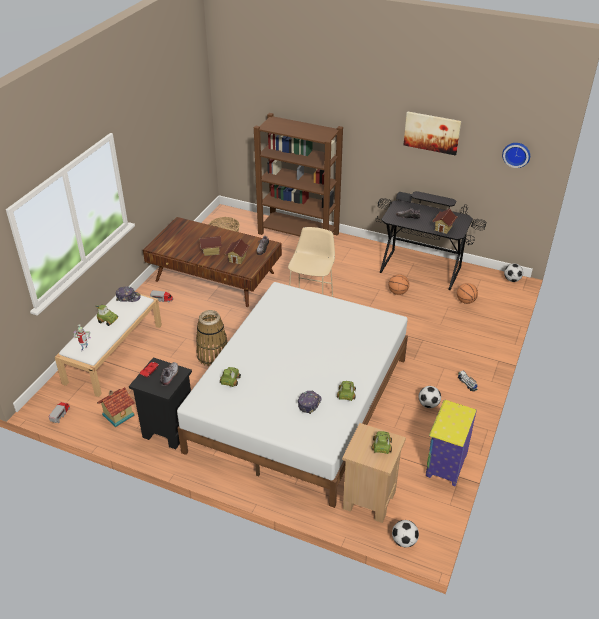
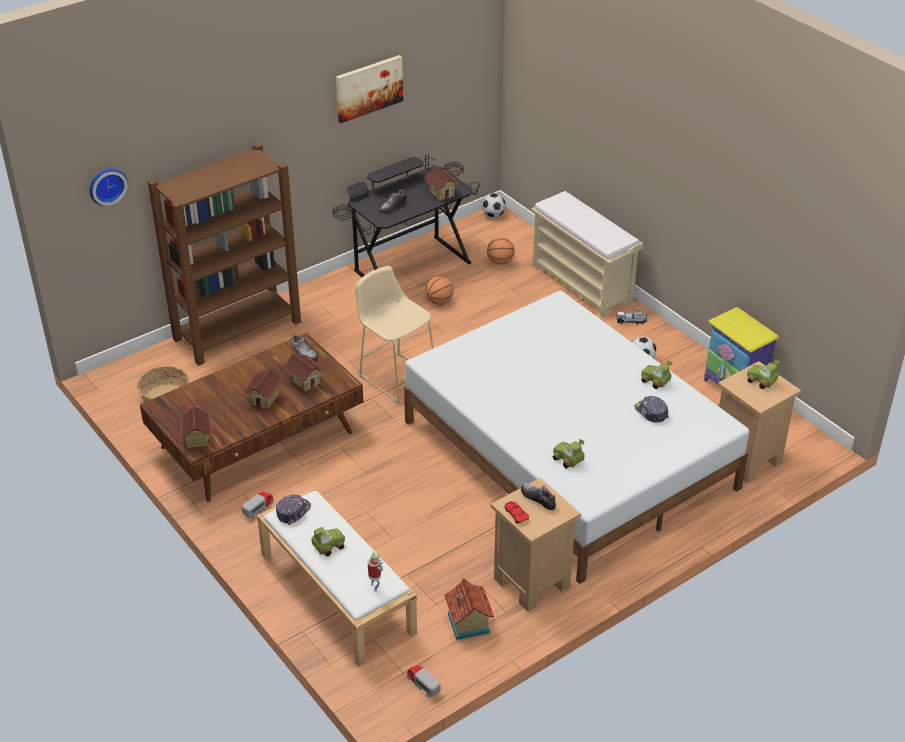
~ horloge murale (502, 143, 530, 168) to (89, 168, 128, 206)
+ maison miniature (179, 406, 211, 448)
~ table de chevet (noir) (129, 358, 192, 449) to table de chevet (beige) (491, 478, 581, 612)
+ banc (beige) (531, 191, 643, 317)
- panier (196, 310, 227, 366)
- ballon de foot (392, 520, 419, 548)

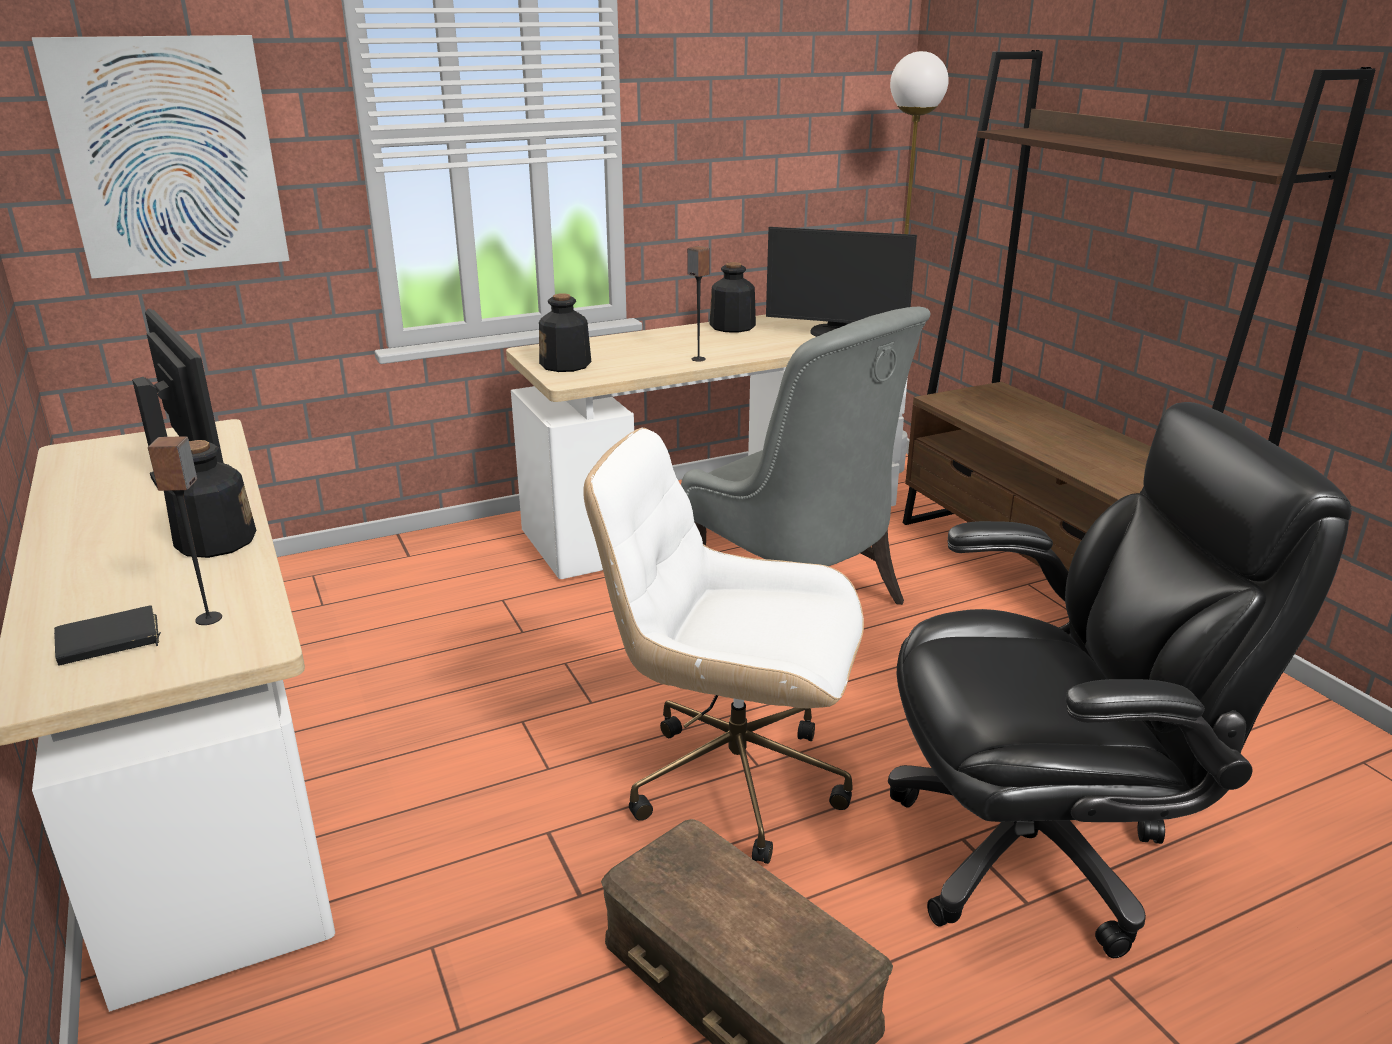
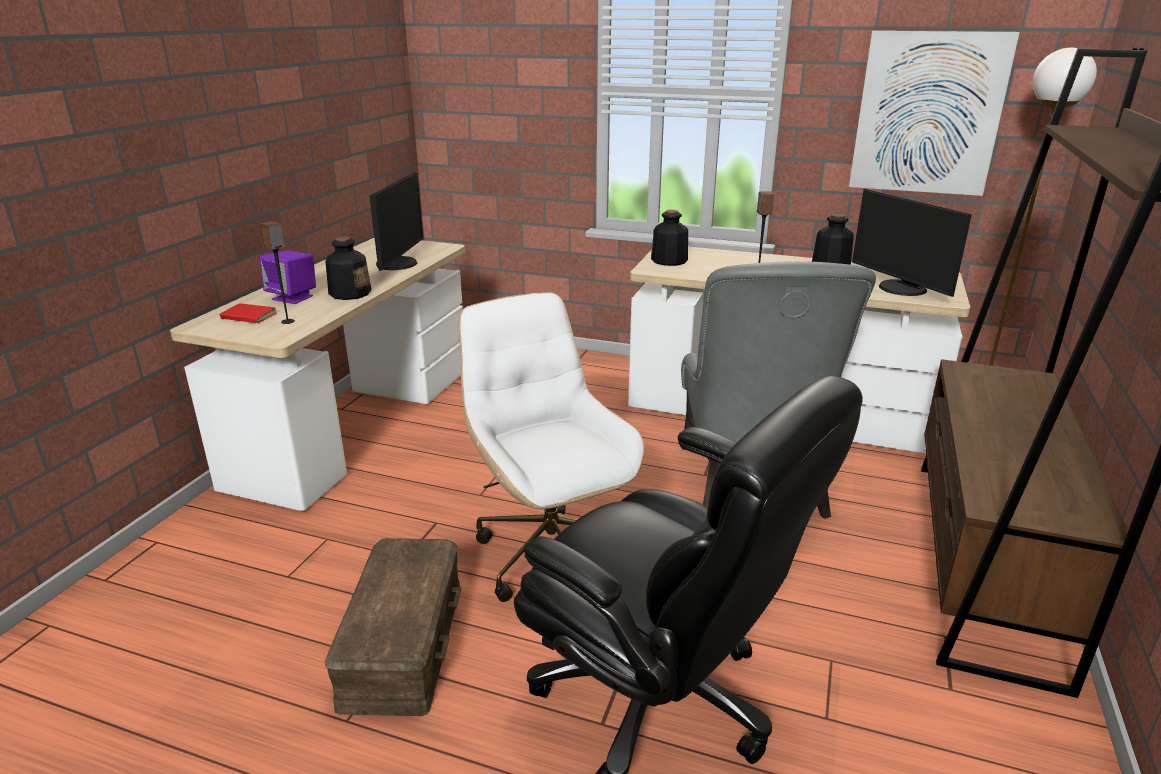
~ livre (noir) (54, 605, 161, 666) to livre (rouge) (219, 304, 277, 323)
+ enceinte (violet) (260, 250, 316, 304)
~ tableau (32, 35, 290, 279) to (849, 31, 1020, 196)

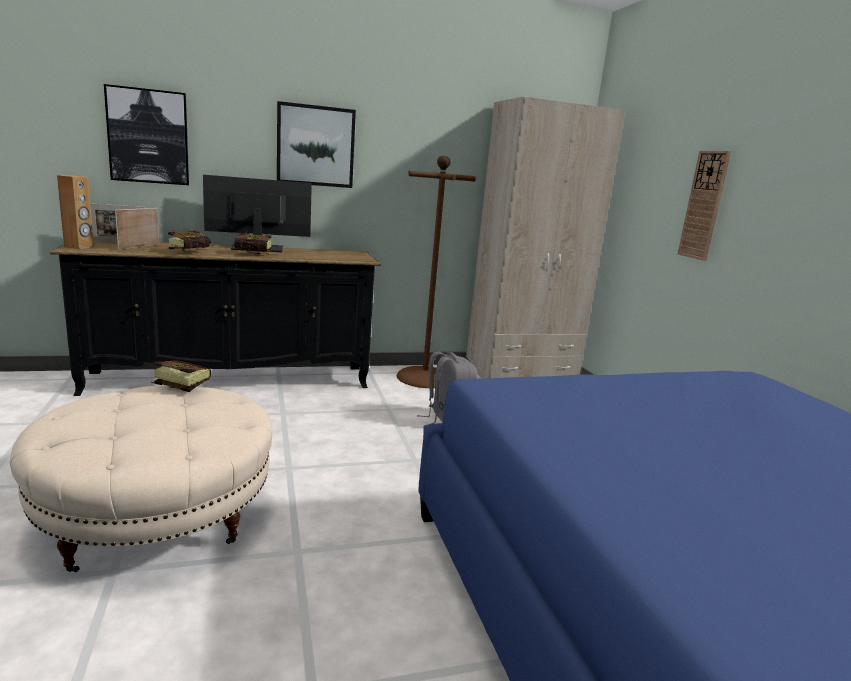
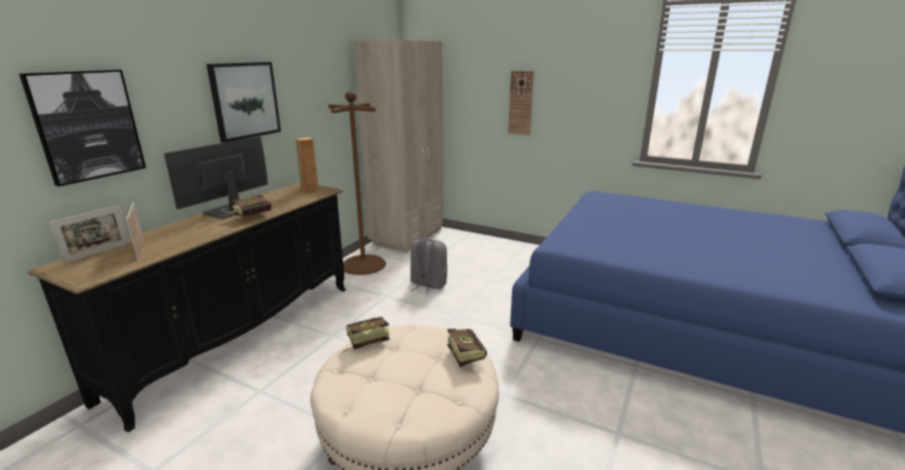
~ enceinte (marron) (57, 175, 94, 249) to (295, 137, 319, 192)
~ livre (168, 229, 211, 251) to (447, 329, 487, 367)

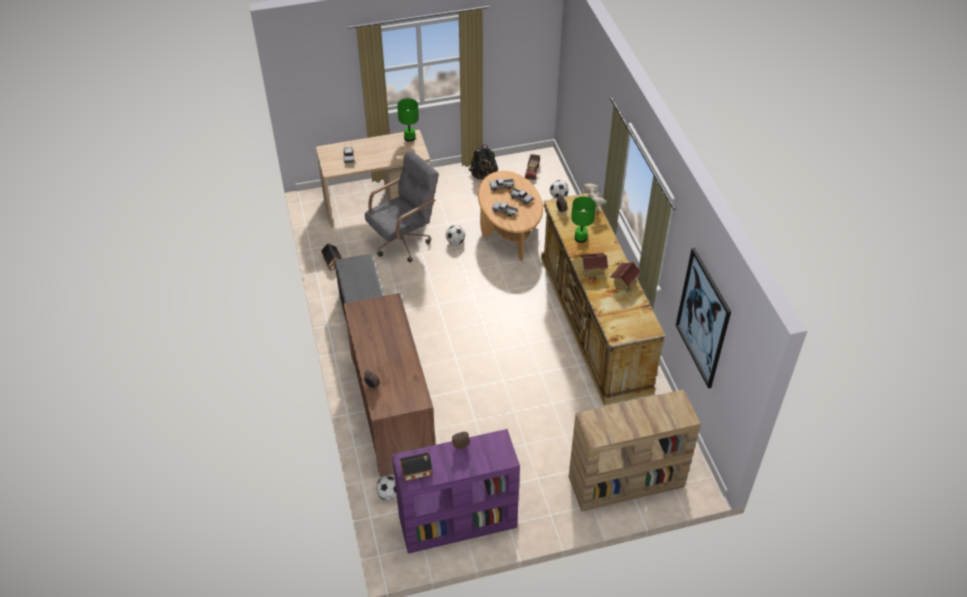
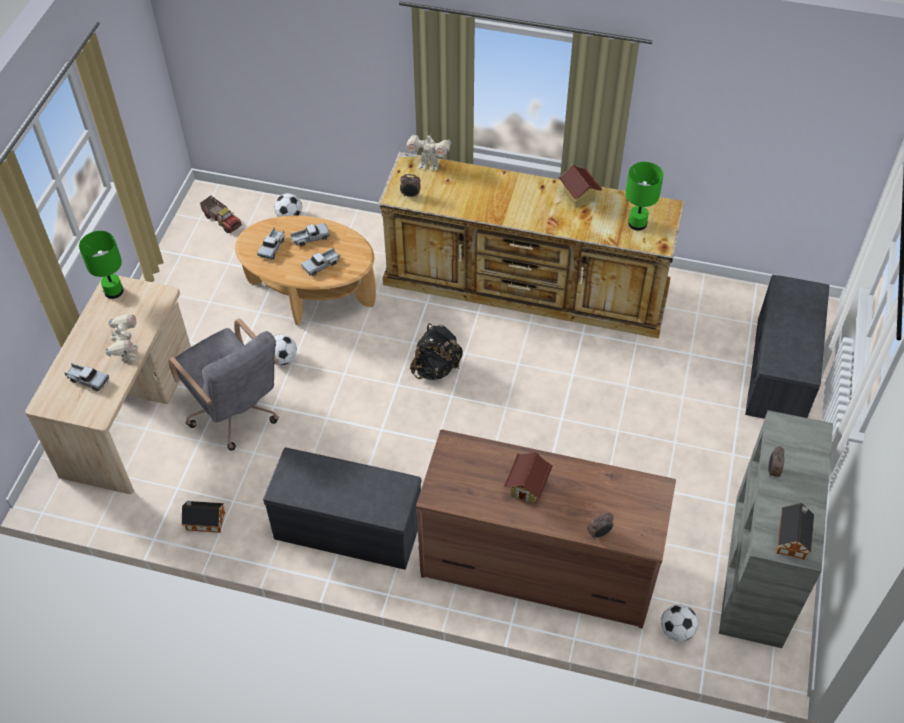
+ robot jouet (104, 314, 137, 361)
~ chaise de bureau (gris) (365, 151, 439, 262) = (169, 319, 279, 451) 150 degrees clockwise
~ sac à dos (noir) (469, 144, 498, 180) to (410, 323, 463, 380)
~ maison miniature (580, 253, 608, 277) to (504, 452, 553, 503)
~ lampe de table (vert) (571, 196, 596, 243) to (625, 162, 663, 230)
~ bibliothèque (violet) (392, 429, 520, 554) to bibliothèque (gris) (719, 410, 833, 648)
~ bibliothèque (marron) (569, 389, 701, 511) to banc (gris) (745, 275, 829, 419)
- tableau (676, 248, 731, 389)

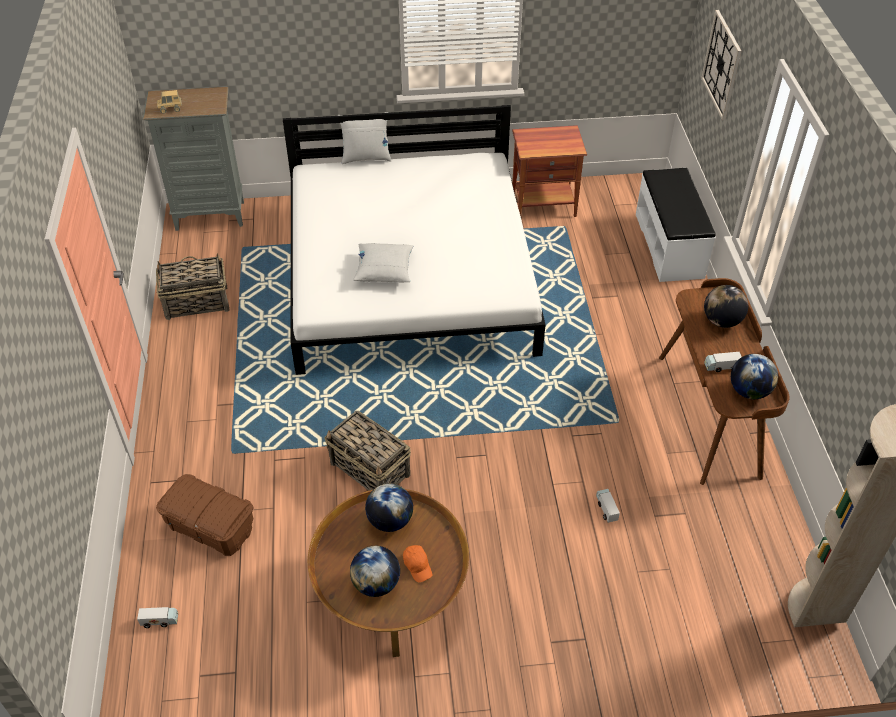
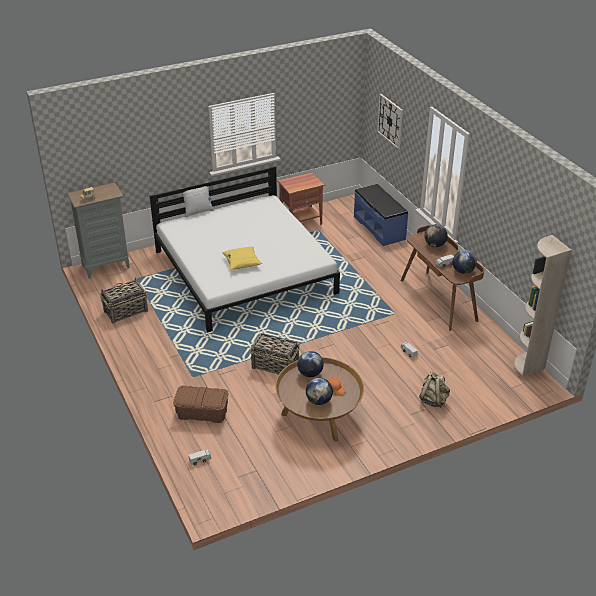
~ coussin (gris) (353, 243, 414, 282) to coussin (jaune) (222, 247, 262, 270)
~ banc (blanc) (636, 168, 716, 282) to banc (bleu) (354, 184, 408, 246)
+ sac à dos (beige) (419, 371, 450, 408)

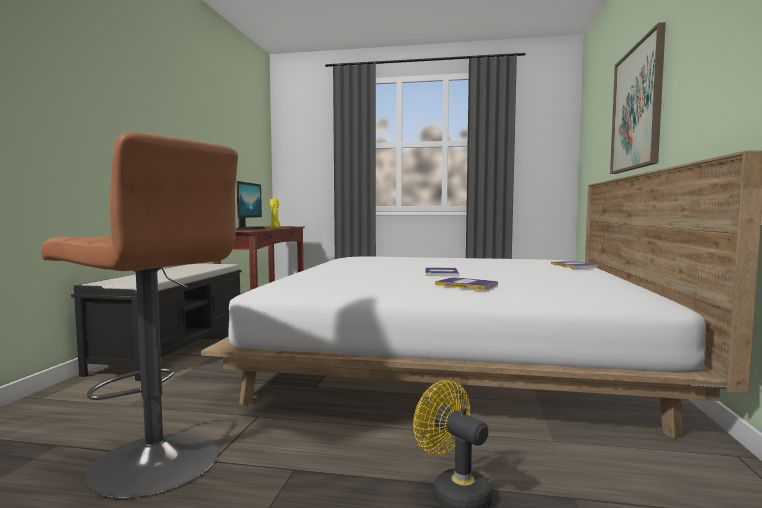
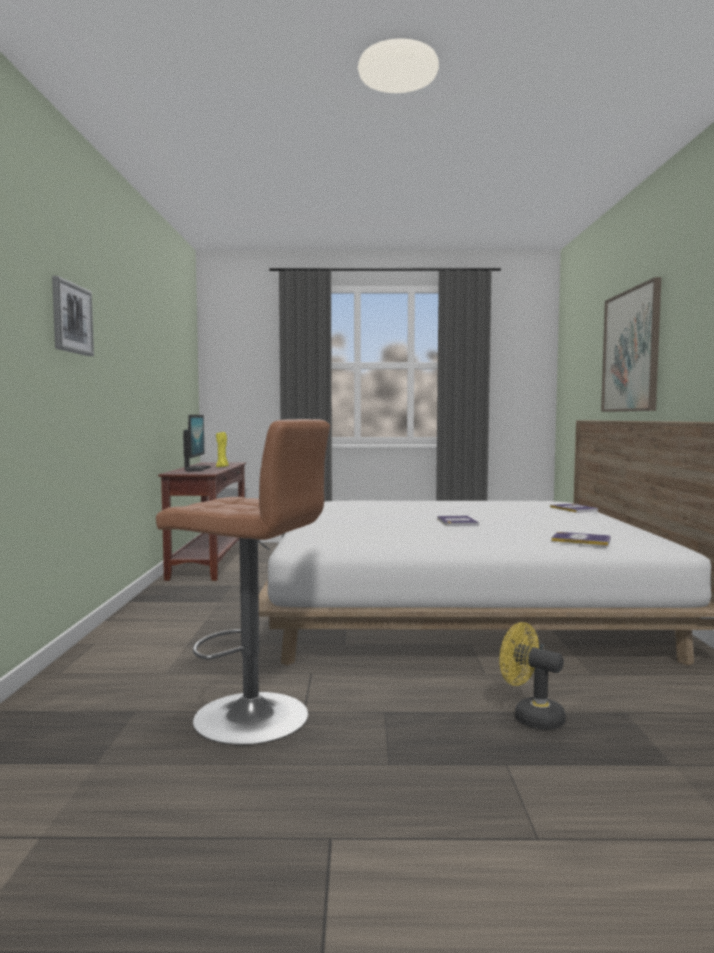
+ tableau (52, 276, 94, 356)
~ livre (435, 277, 498, 290) to (551, 532, 611, 546)
- banc (noir) (71, 263, 242, 381)

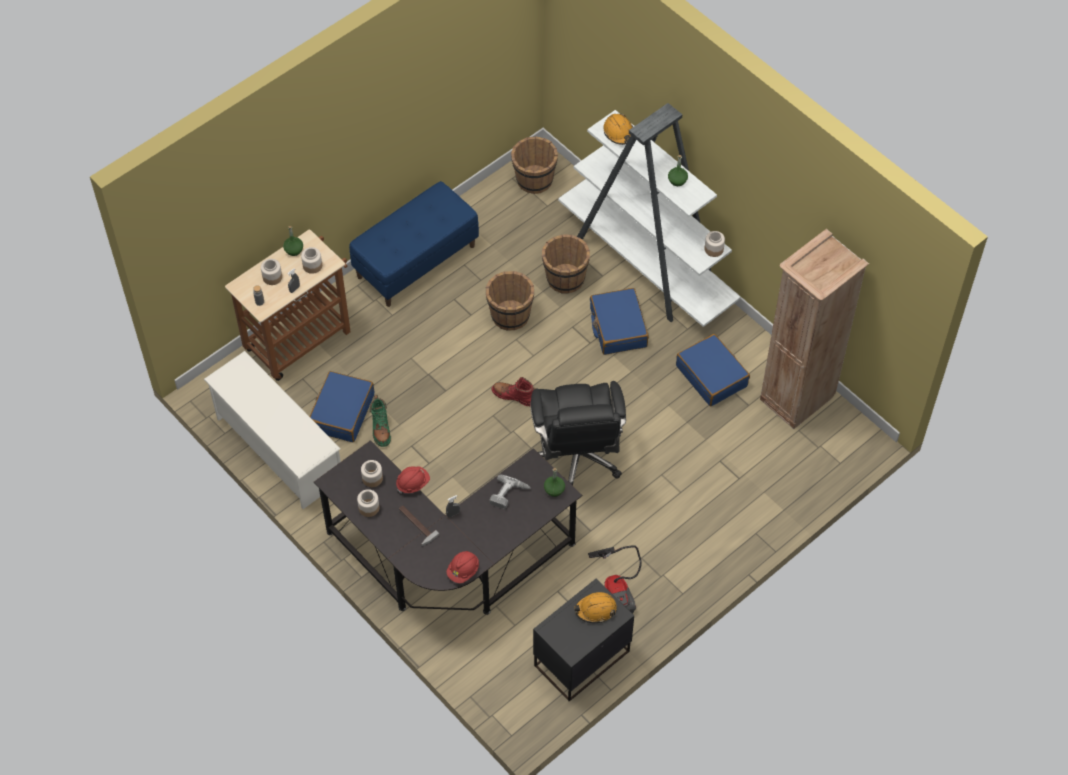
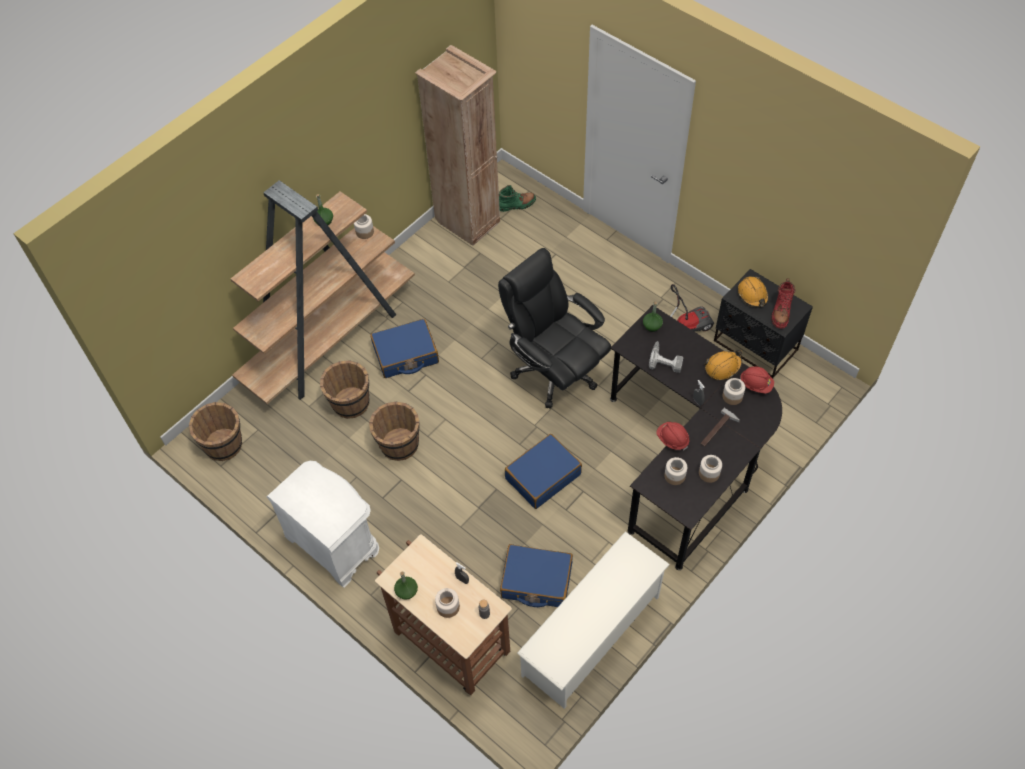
~ bibliothèque (blanc) (558, 103, 740, 327) to bibliothèque (marron) (231, 180, 415, 404)
~ banc (bleu) (349, 181, 479, 307) to table de chevet (blanc) (267, 461, 379, 588)
~ chaise de bureau (noir) (530, 381, 626, 486) = (498, 248, 611, 409) 120 degrees counterclockwise
~ botte (vert) (370, 395, 391, 447) to (499, 185, 536, 212)
~ valise (bleu) (676, 334, 750, 406) to (505, 434, 582, 509)
~ casque de chantier (orange) (603, 113, 633, 145) to (704, 350, 742, 380)
~ bocal (301, 247, 322, 274) to (722, 378, 745, 405)
~ botte (rouge) (492, 377, 536, 406) to (771, 279, 796, 329)

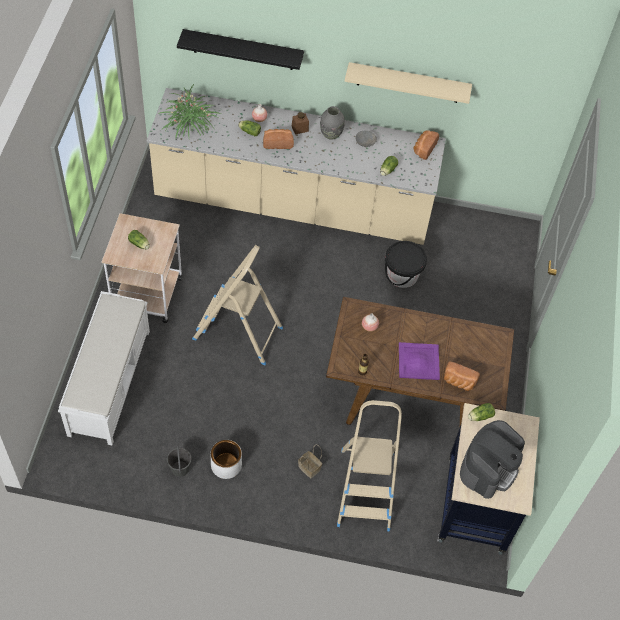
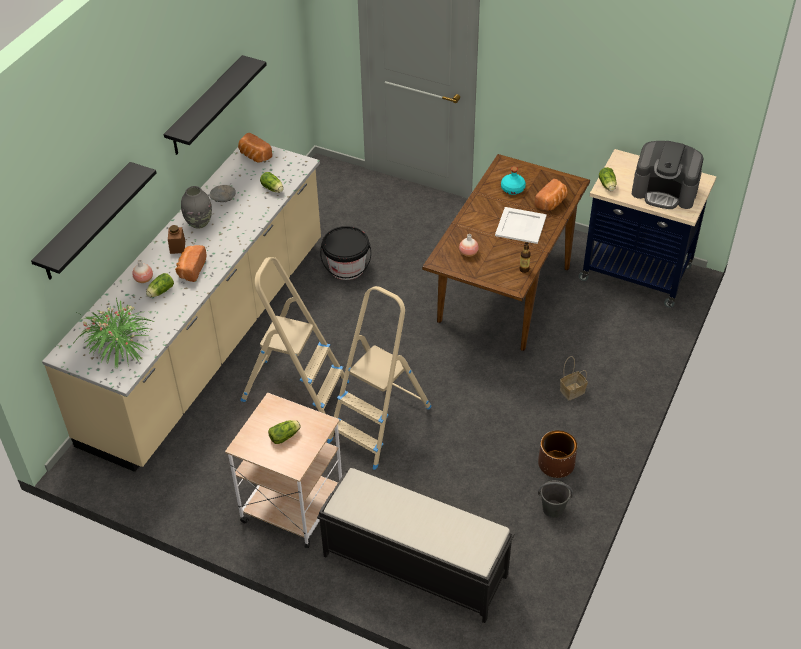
~ étagère (beige) (345, 62, 472, 104) to étagère (noir) (164, 55, 267, 155)
~ escabeau (beige) (337, 400, 402, 531) to (240, 257, 349, 414)
~ banc (blanc) (58, 291, 150, 445) to banc (noir) (317, 468, 514, 623)
~ plateau (violet) (399, 342, 440, 380) to plateau (blanc) (495, 207, 547, 244)
+ bouteille (turquoise) (501, 167, 526, 195)
~ cache-pot (blanc) (211, 440, 242, 479) to cache-pot (marron) (538, 430, 577, 478)
~ machine à café (460, 420, 525, 499) = (632, 141, 703, 209) 150 degrees clockwise

